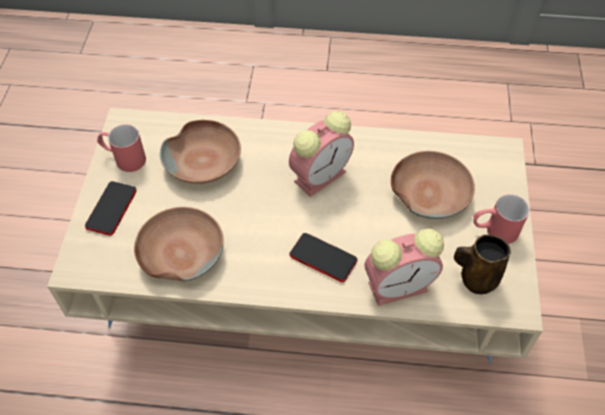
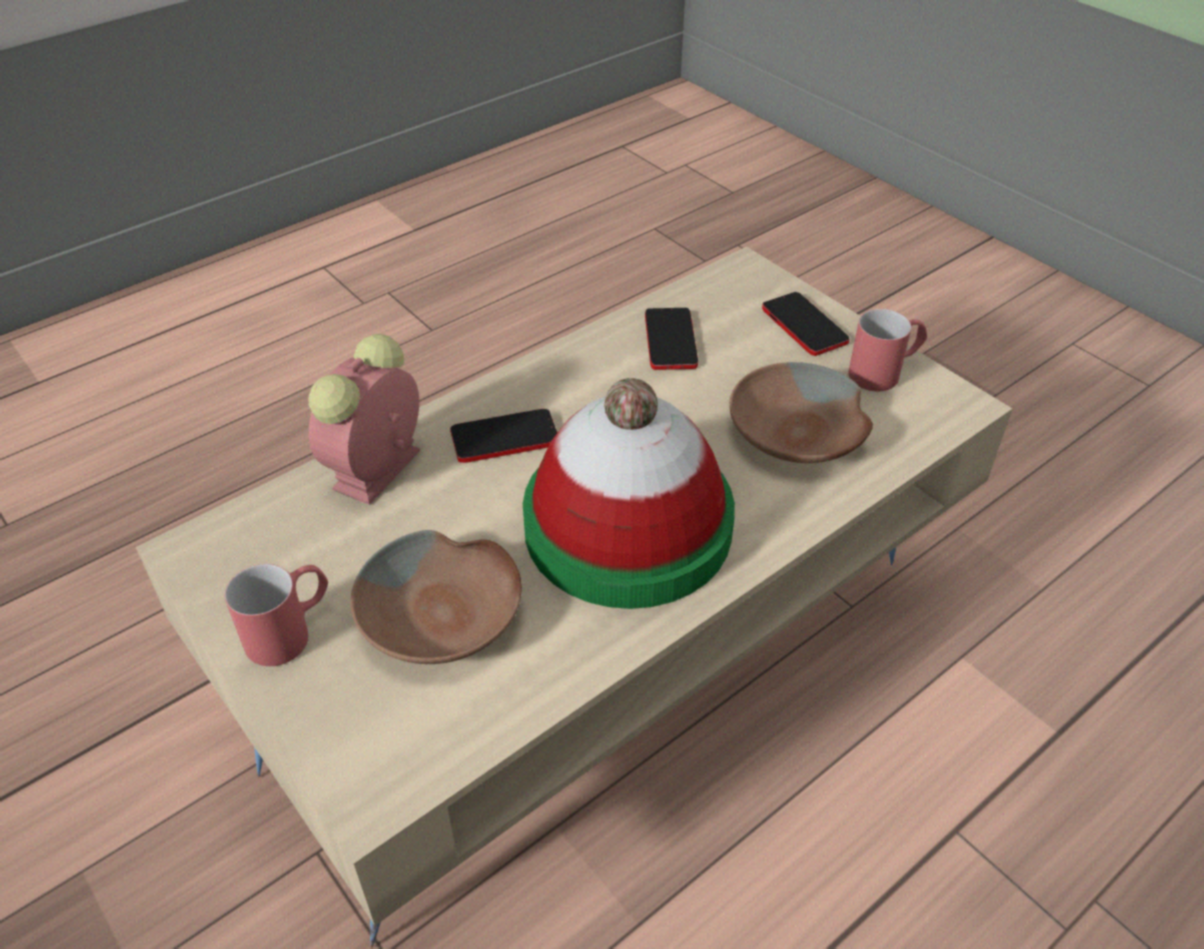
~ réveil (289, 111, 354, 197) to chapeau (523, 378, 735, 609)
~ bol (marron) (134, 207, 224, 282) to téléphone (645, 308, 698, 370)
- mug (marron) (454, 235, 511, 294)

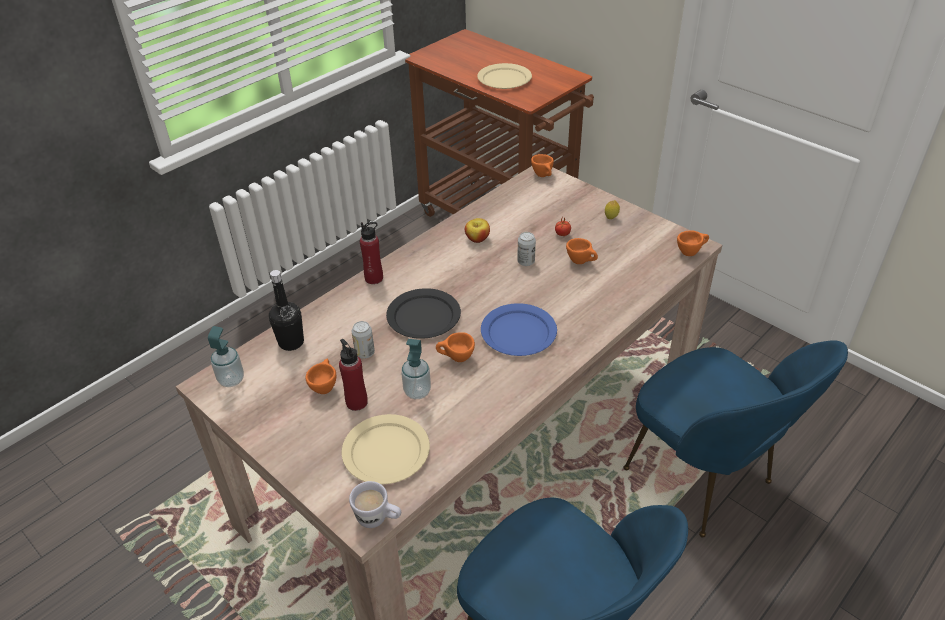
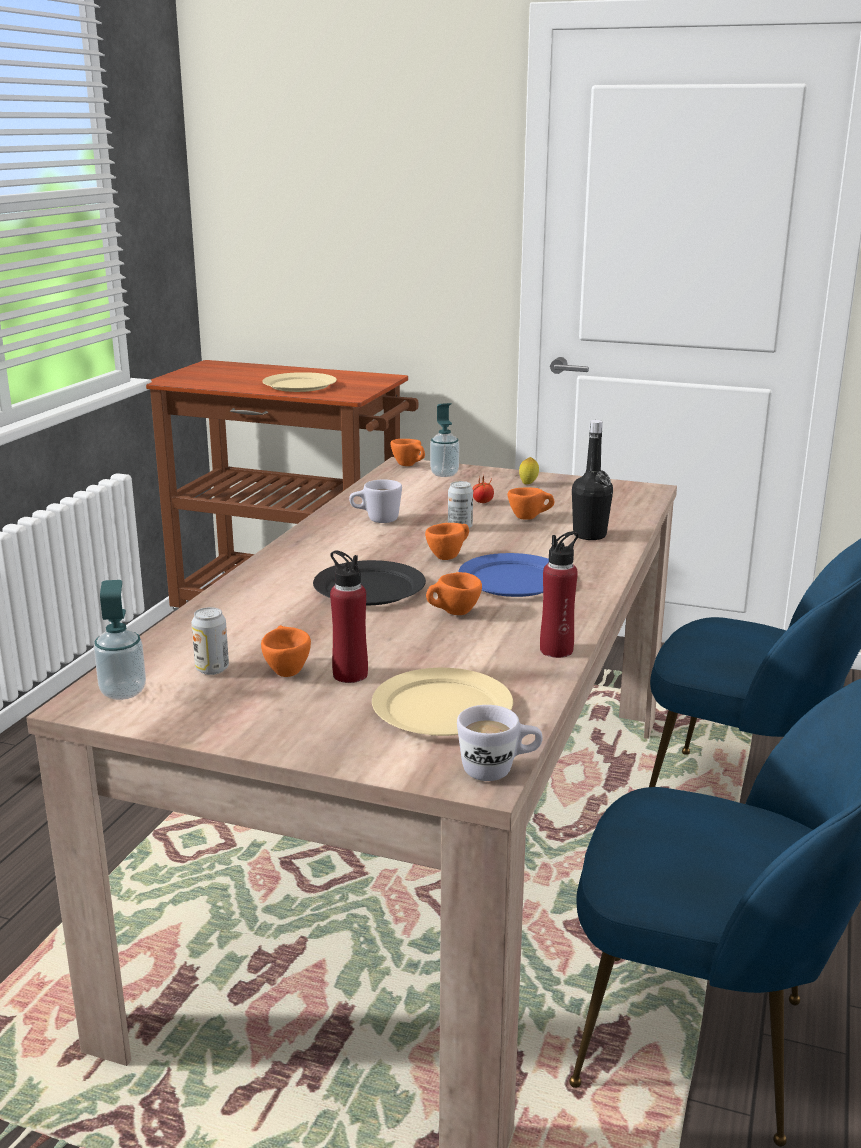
~ boîte métallique (352, 321, 375, 359) to (191, 607, 229, 675)
~ pomme (465, 218, 490, 243) to mug (blanc) (349, 479, 402, 523)
~ tasse (orange) (677, 231, 709, 256) to (425, 523, 469, 560)
~ distributeur de savon (401, 339, 431, 399) to (430, 403, 459, 477)
~ bouteille (rouge) (360, 222, 383, 284) to (540, 531, 579, 658)
~ bouteille (noir) (269, 270, 304, 351) to (572, 420, 613, 540)

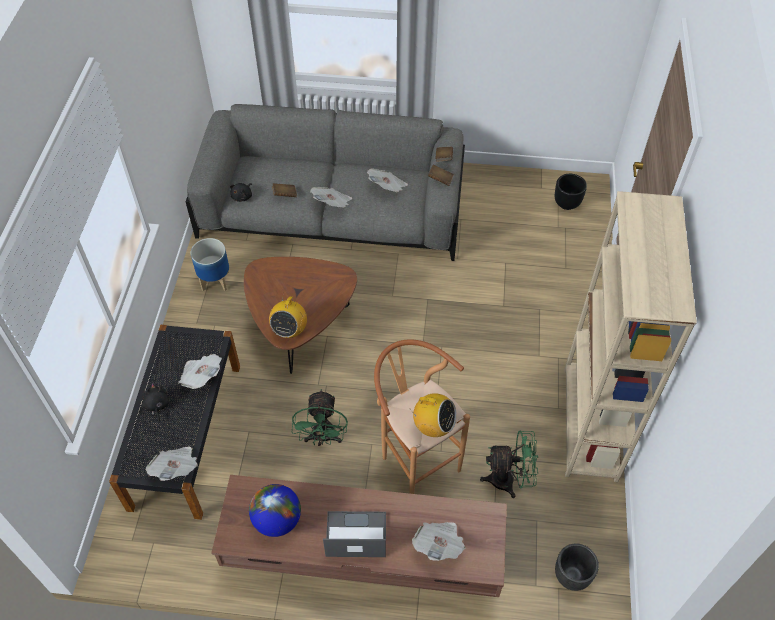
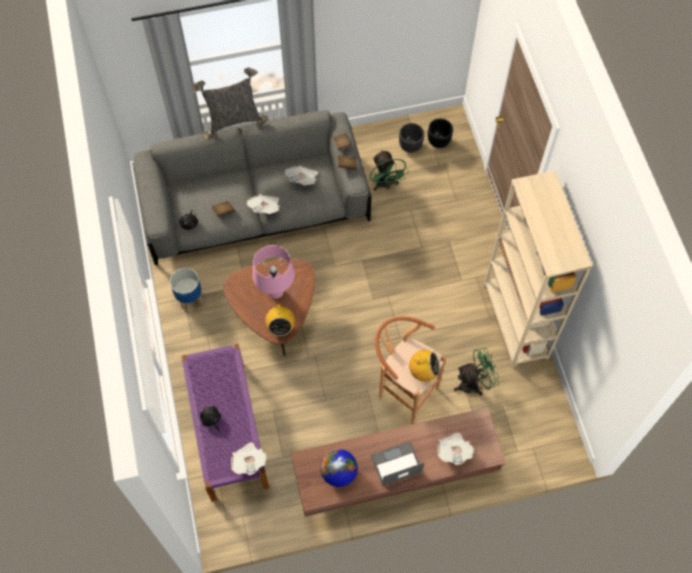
~ banc (noir) (109, 325, 240, 520) to banc (violet) (181, 343, 269, 502)
+ coussin (192, 67, 268, 140)
+ lampe de table (rose) (253, 245, 295, 299)
~ ventilateur (vert) (292, 389, 348, 446) to (370, 150, 409, 191)
~ cache-pot (noir) (555, 543, 599, 591) to (399, 123, 424, 153)
- journal (178, 354, 222, 389)

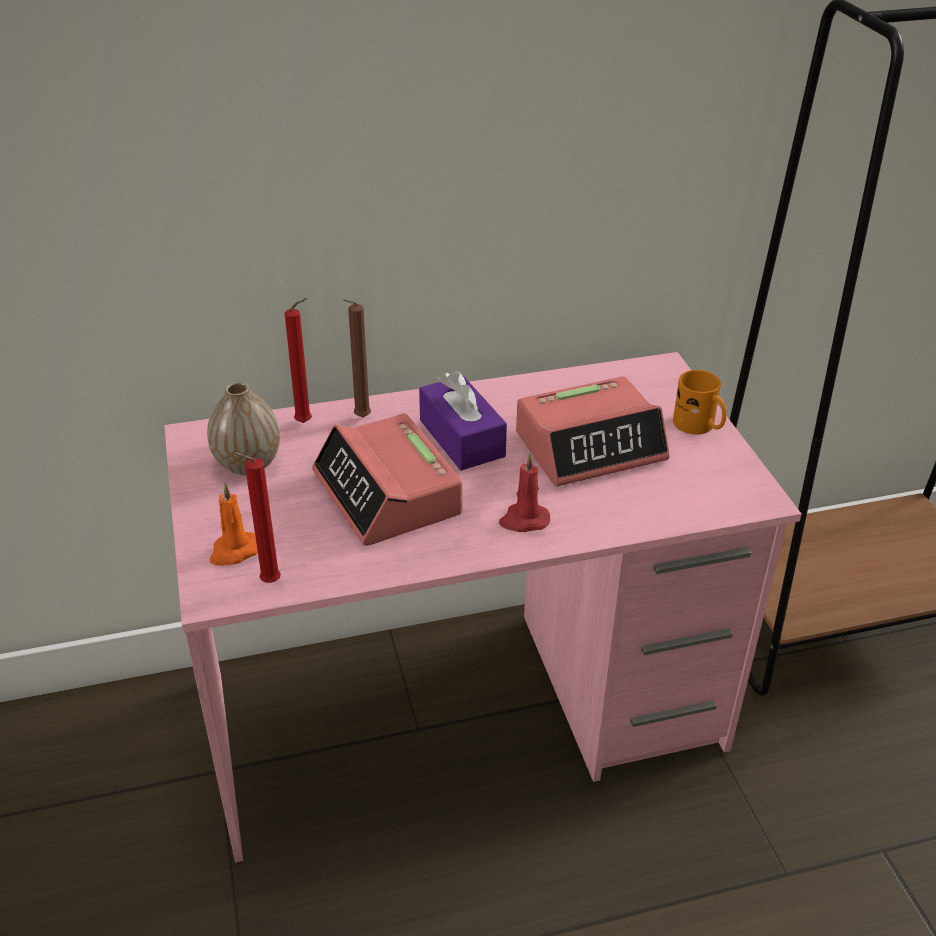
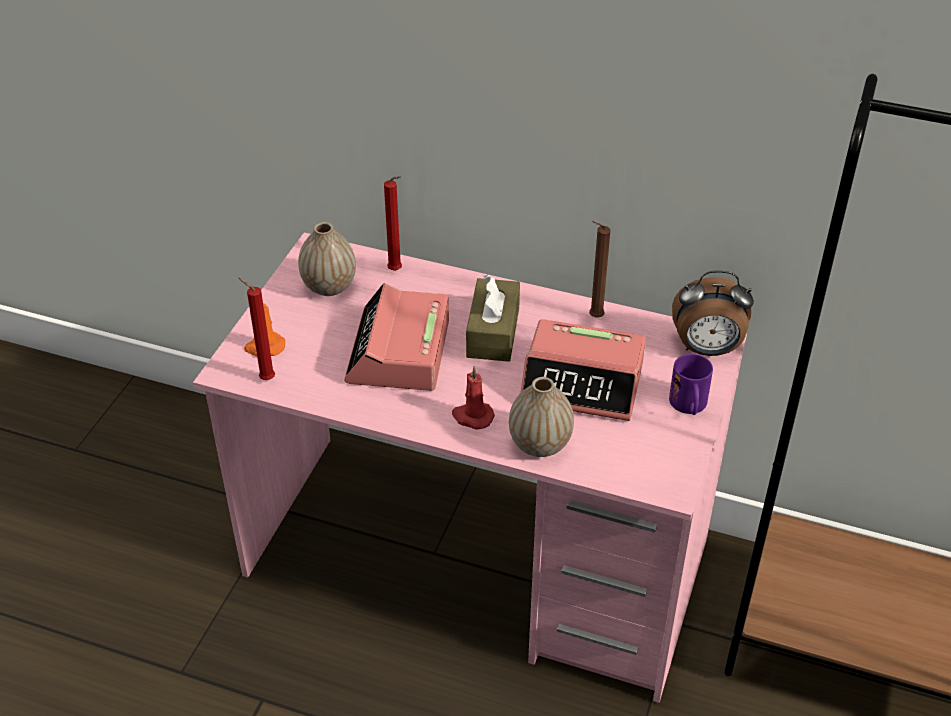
~ boîte à mouchoirs (violet) (419, 371, 507, 471) to boîte à mouchoirs (marron) (466, 275, 520, 362)
+ vase (509, 377, 574, 457)
~ bougie (marron) (343, 299, 371, 417) to (589, 221, 611, 318)
~ mug (orange) (673, 370, 727, 435) to mug (violet) (669, 354, 713, 415)
+ réveil (672, 271, 754, 356)

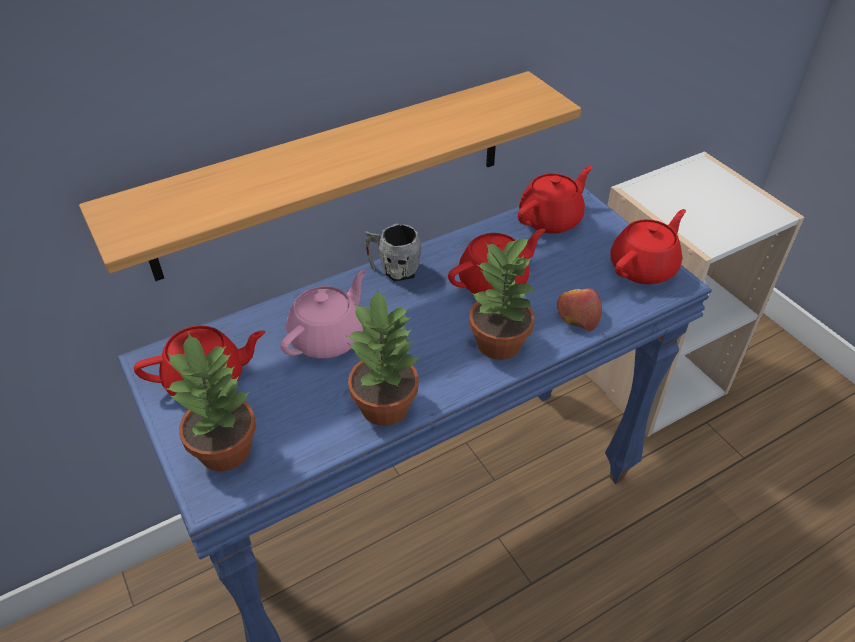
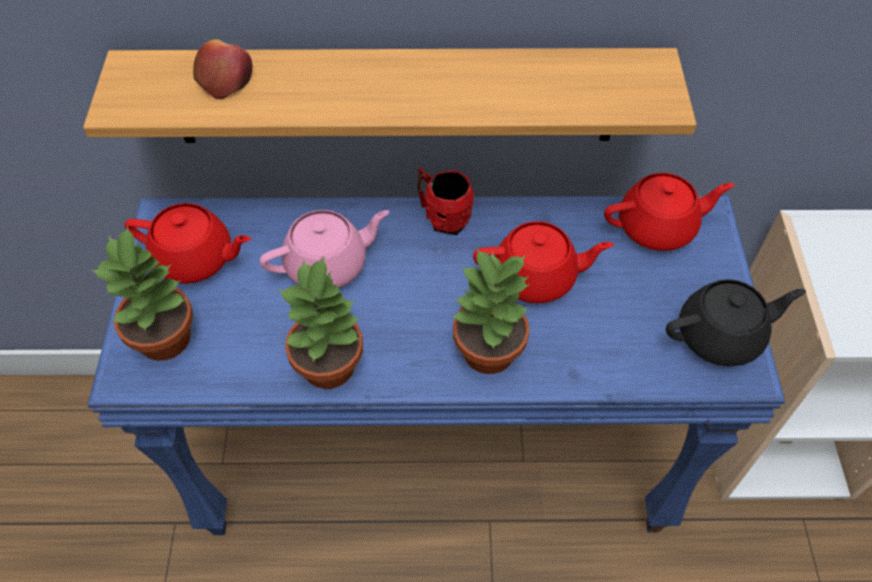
~ pomme (557, 288, 602, 331) to (193, 39, 252, 99)
~ mug (gris) (365, 223, 421, 282) to mug (rouge) (418, 166, 474, 235)
~ théière (rouge) (611, 209, 686, 284) to théière (noir) (666, 279, 806, 366)

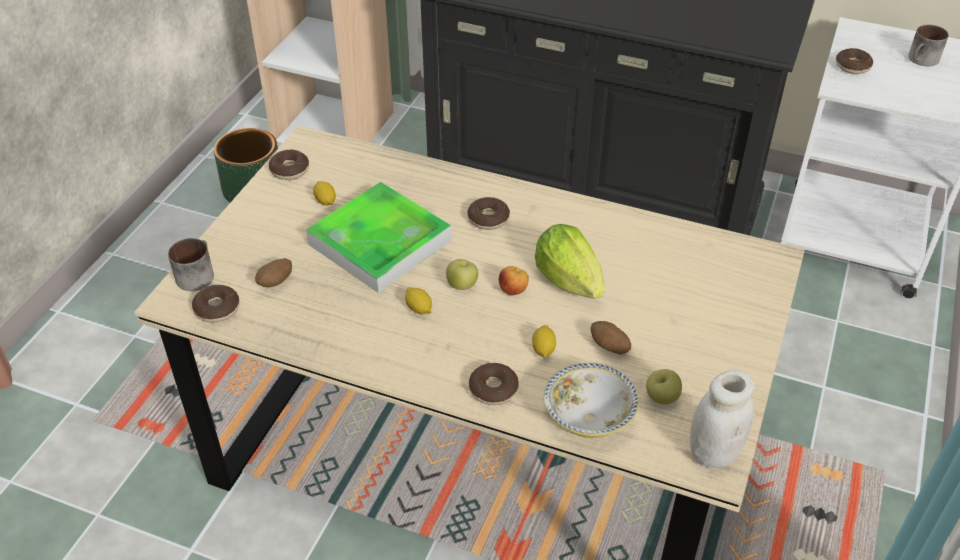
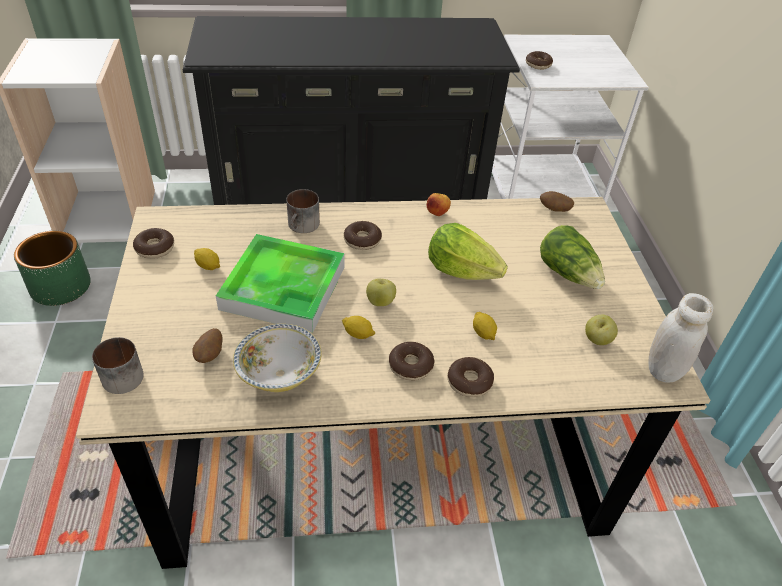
~ bol (543, 363, 639, 438) to (233, 324, 322, 392)
~ mug (908, 25, 949, 66) to (286, 189, 320, 233)
~ beignet (192, 285, 240, 323) to (389, 342, 434, 381)
~ pomme (499, 266, 529, 296) to (427, 193, 451, 216)
~ pomme de terre (591, 321, 631, 354) to (540, 191, 574, 212)
+ laitue (540, 225, 605, 289)

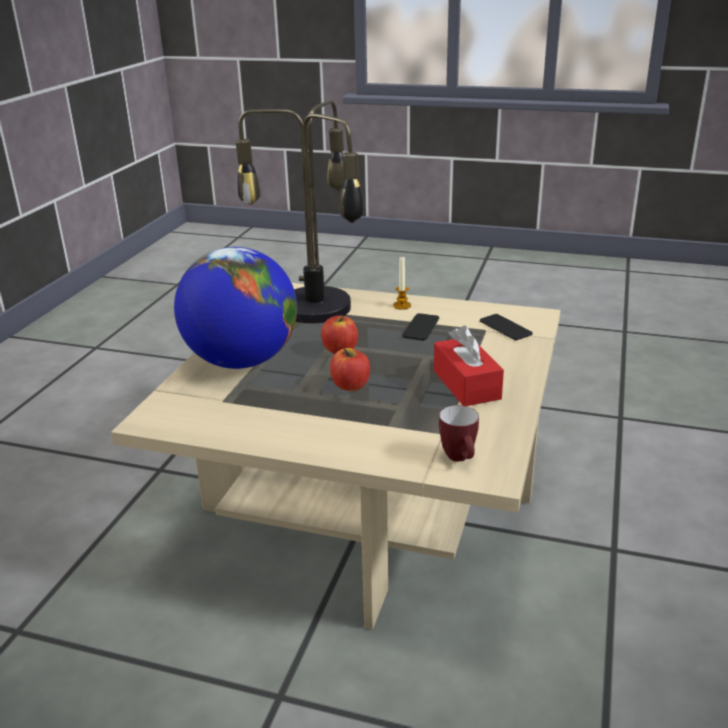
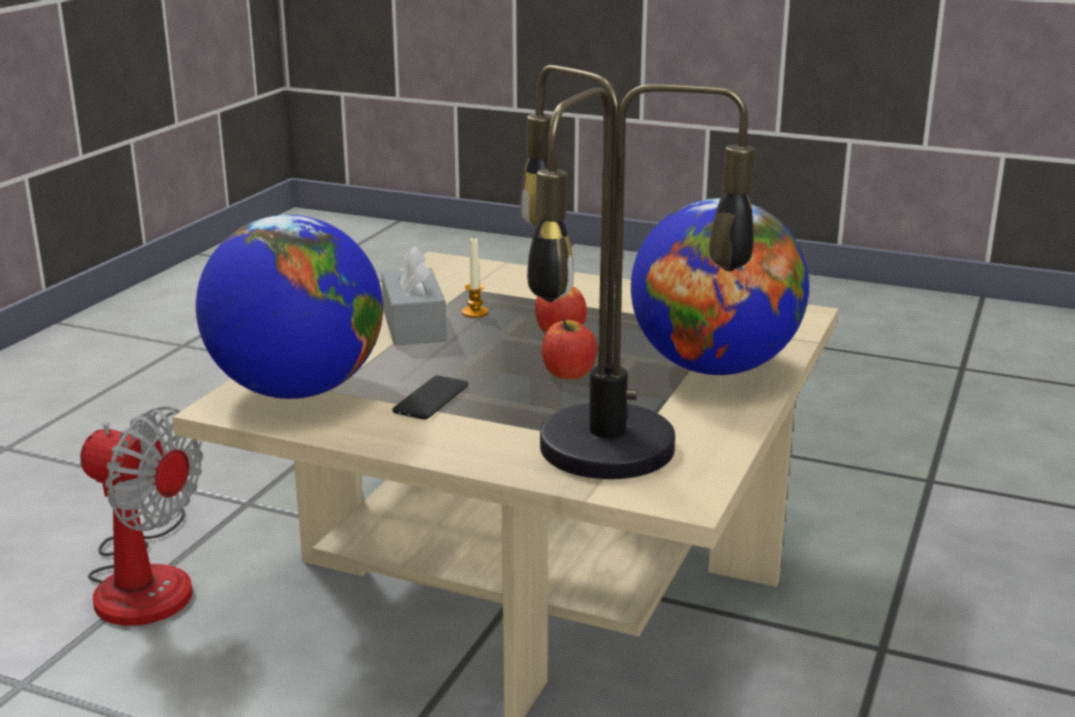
+ ventilateur (80, 407, 203, 626)
~ téléphone (480, 314, 533, 340) to globe (196, 215, 383, 399)
~ boîte à mouchoirs (rouge) (434, 325, 504, 406) to boîte à mouchoirs (gris) (381, 246, 447, 346)
~ bougie (393, 257, 411, 310) to (462, 238, 489, 318)
- mug (439, 405, 479, 462)

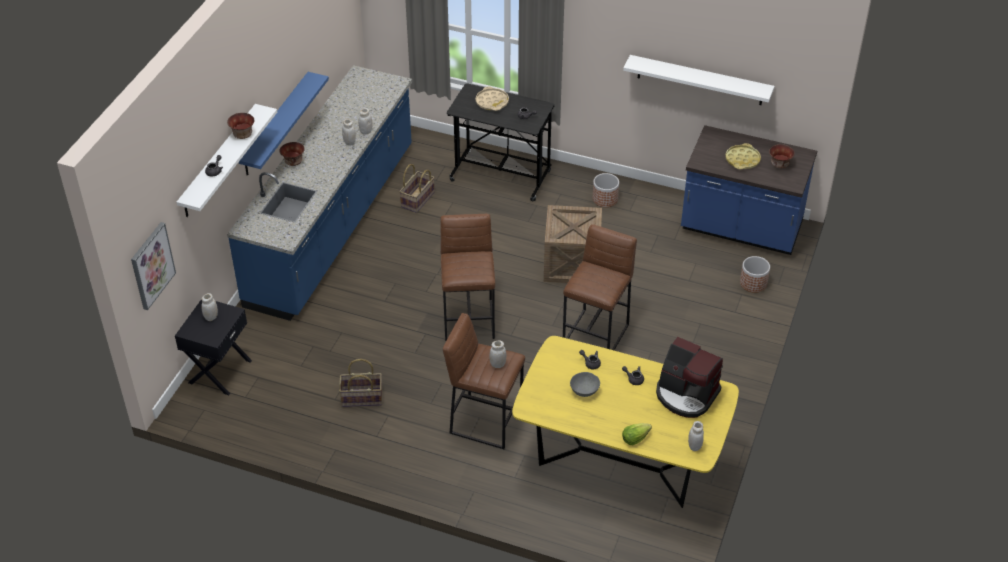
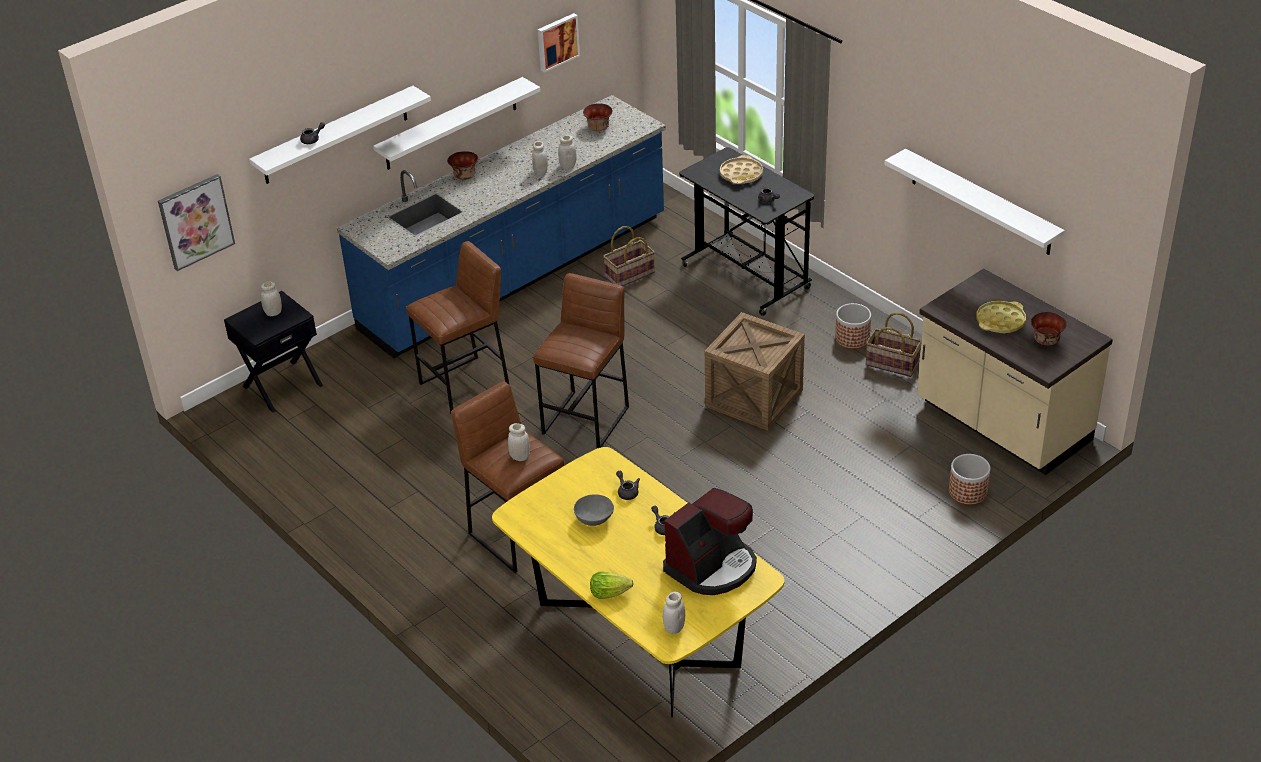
~ étagère (bleu) (239, 72, 329, 176) to étagère (blanc) (373, 77, 541, 170)
~ tabouret (marron) (563, 224, 637, 350) to (406, 241, 509, 414)
+ tableau (538, 13, 580, 73)
~ bol (227, 113, 255, 139) to (583, 103, 613, 131)
~ machine à café (656, 337, 723, 418) = (663, 488, 757, 595) 105 degrees counterclockwise
~ panier (339, 359, 382, 407) to (866, 312, 922, 377)
~ comptoir de cuisine (bleu) (681, 125, 817, 255) to comptoir de cuisine (beige) (917, 269, 1113, 475)

